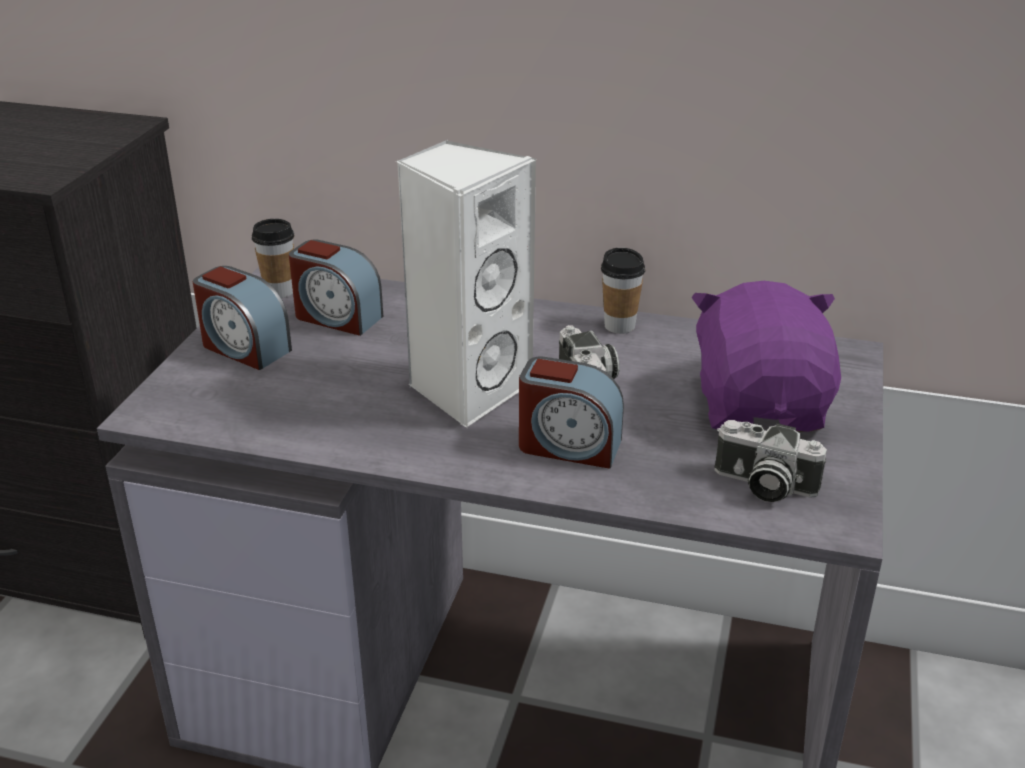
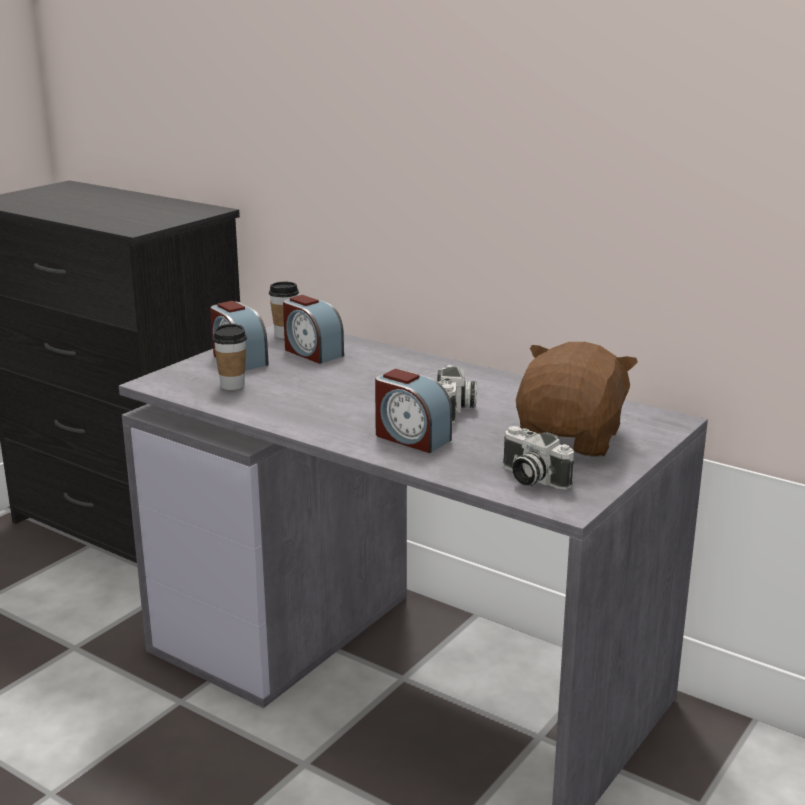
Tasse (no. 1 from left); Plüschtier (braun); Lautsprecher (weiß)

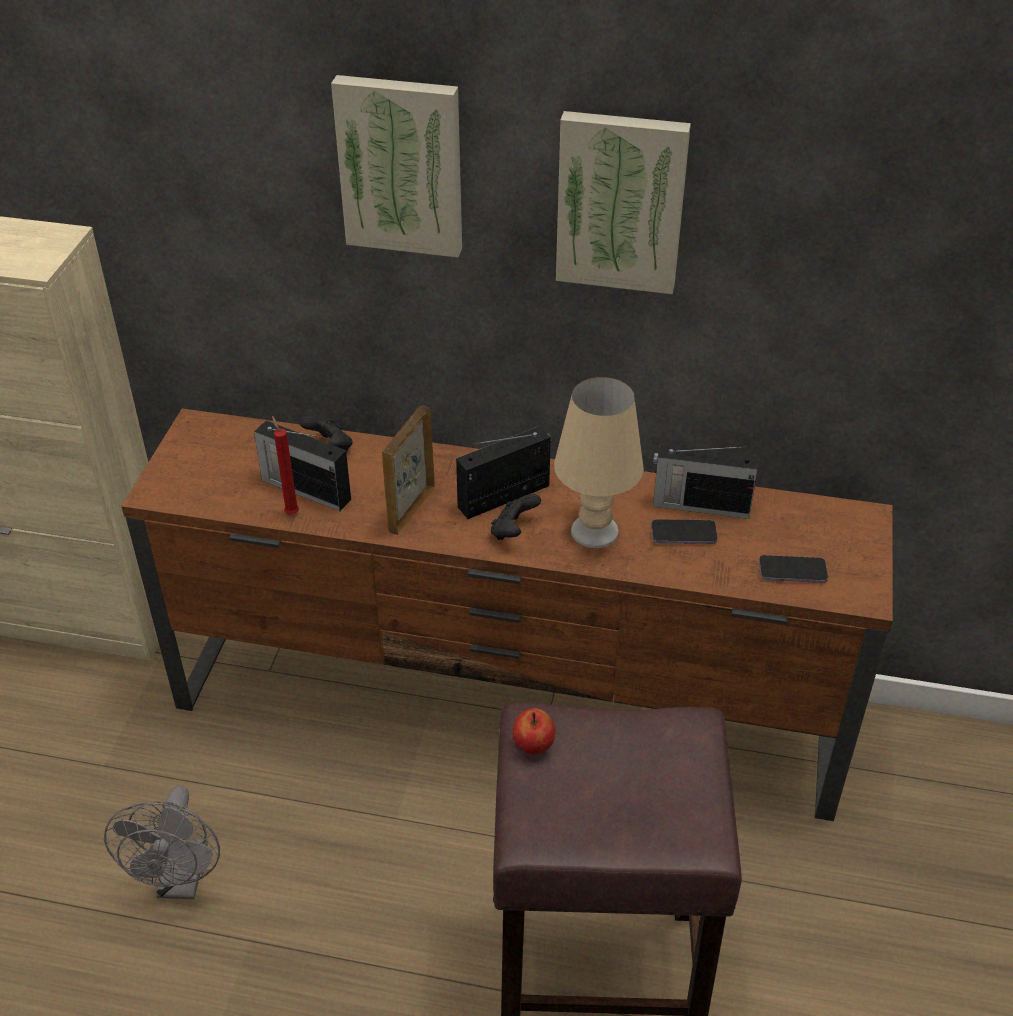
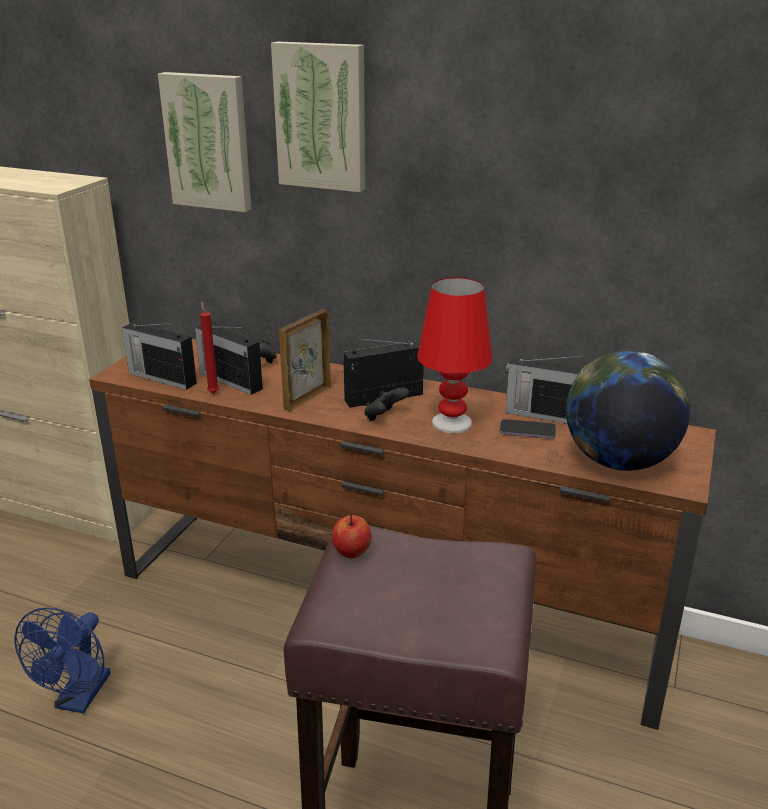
Ventilator (blau); Radio (no. 1 from left); Bild (no. 1 from left); Tischlampe (rot); Globus

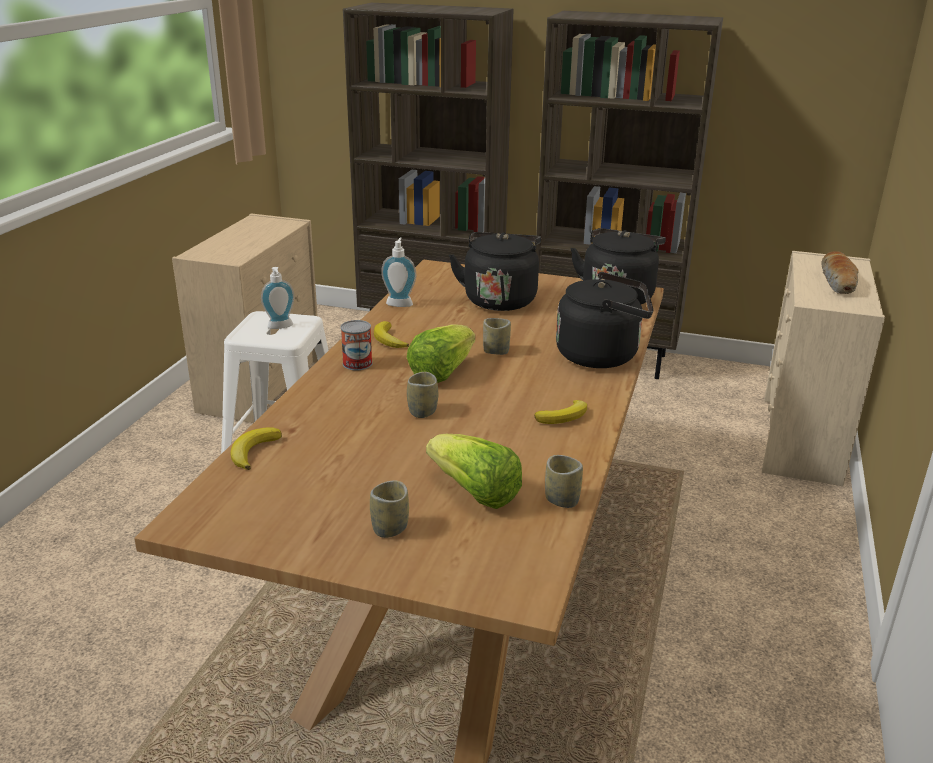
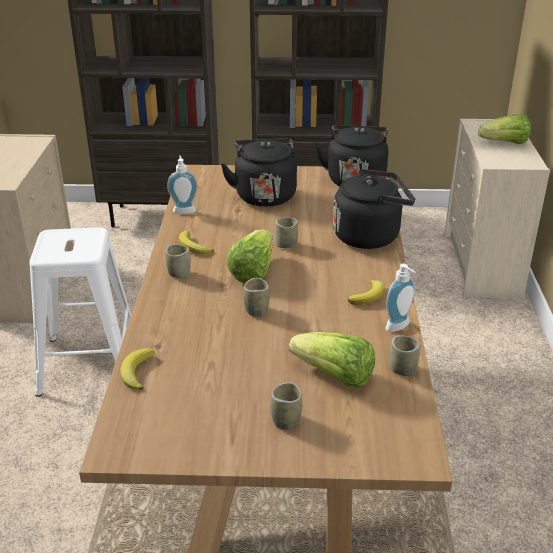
Tasse (no. 1 from left); Seifenspender (no. 2 from left); Salatkopf (no. 3 from left)

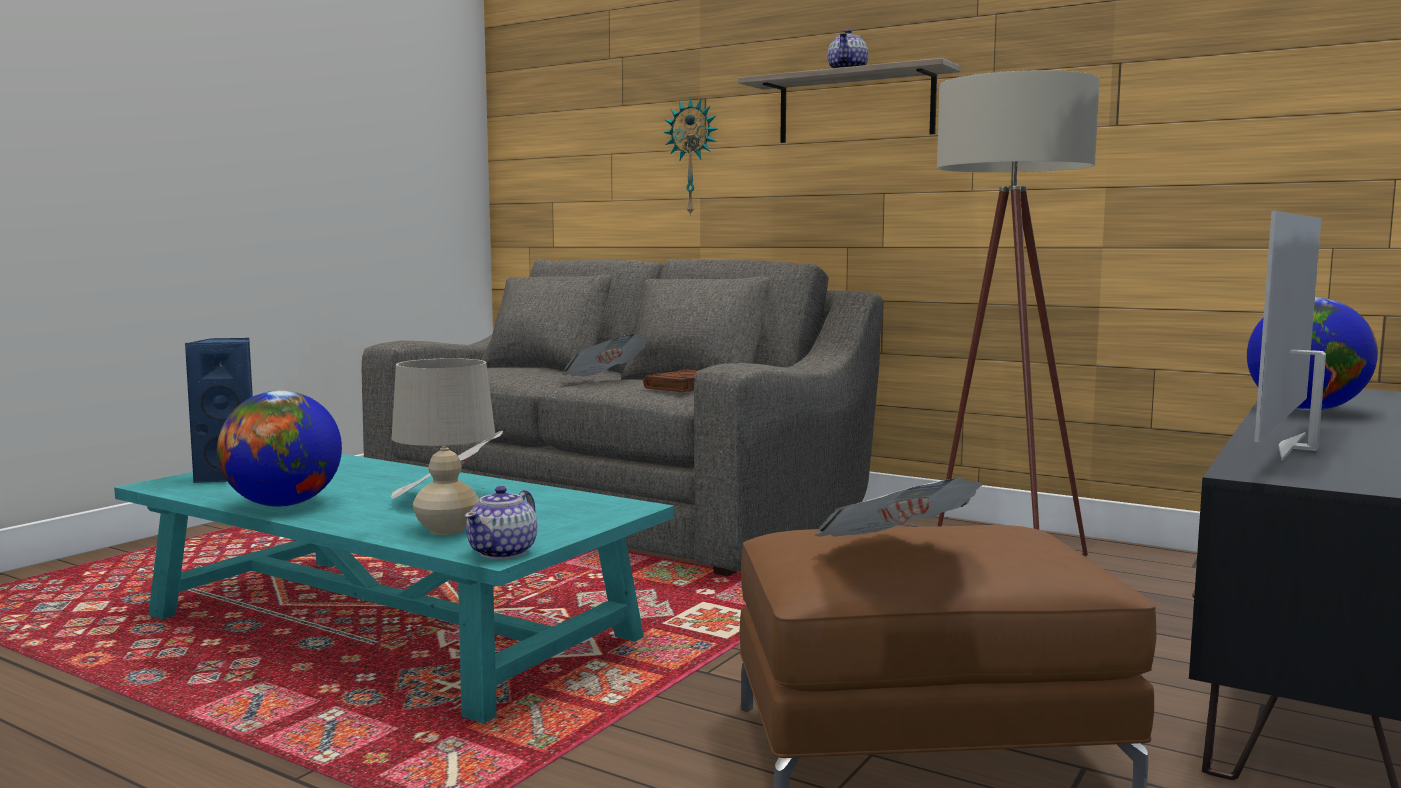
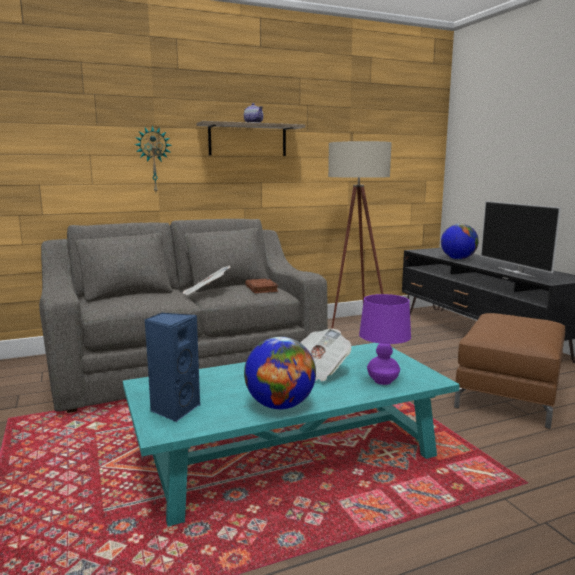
Tischlampe (lila); Teekanne (no. 1 from left in the first image); Zeitung (no. 3 from left in the first image)

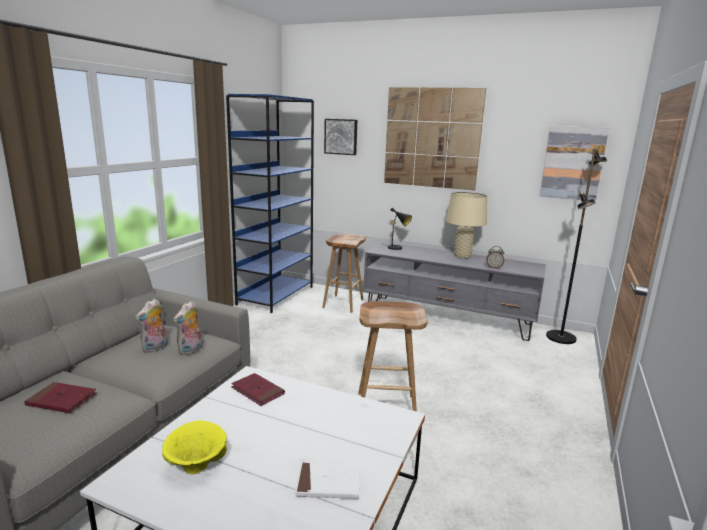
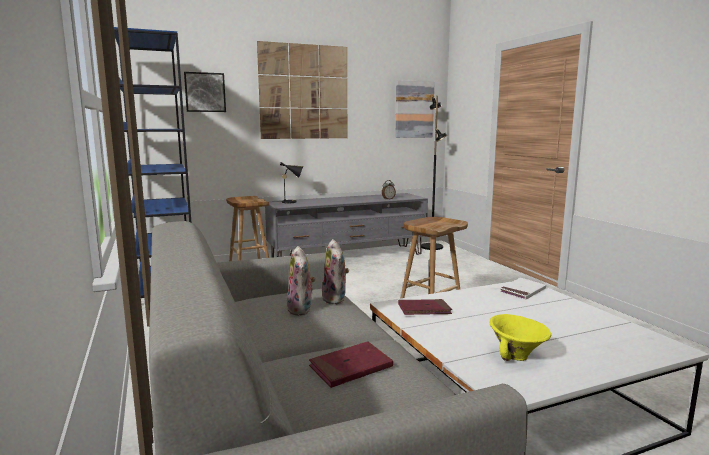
Buch (weiß); Tischlampe (beige)

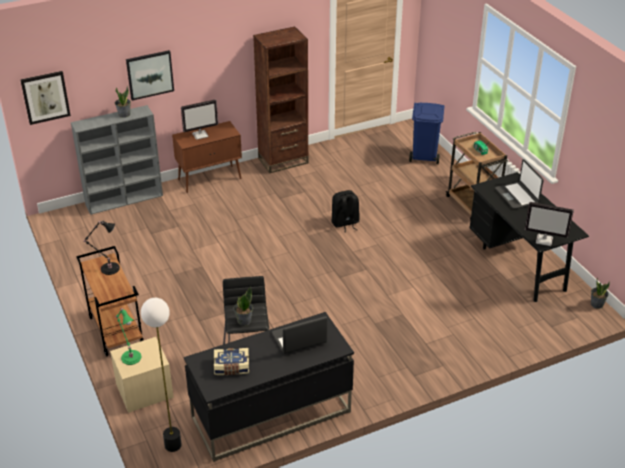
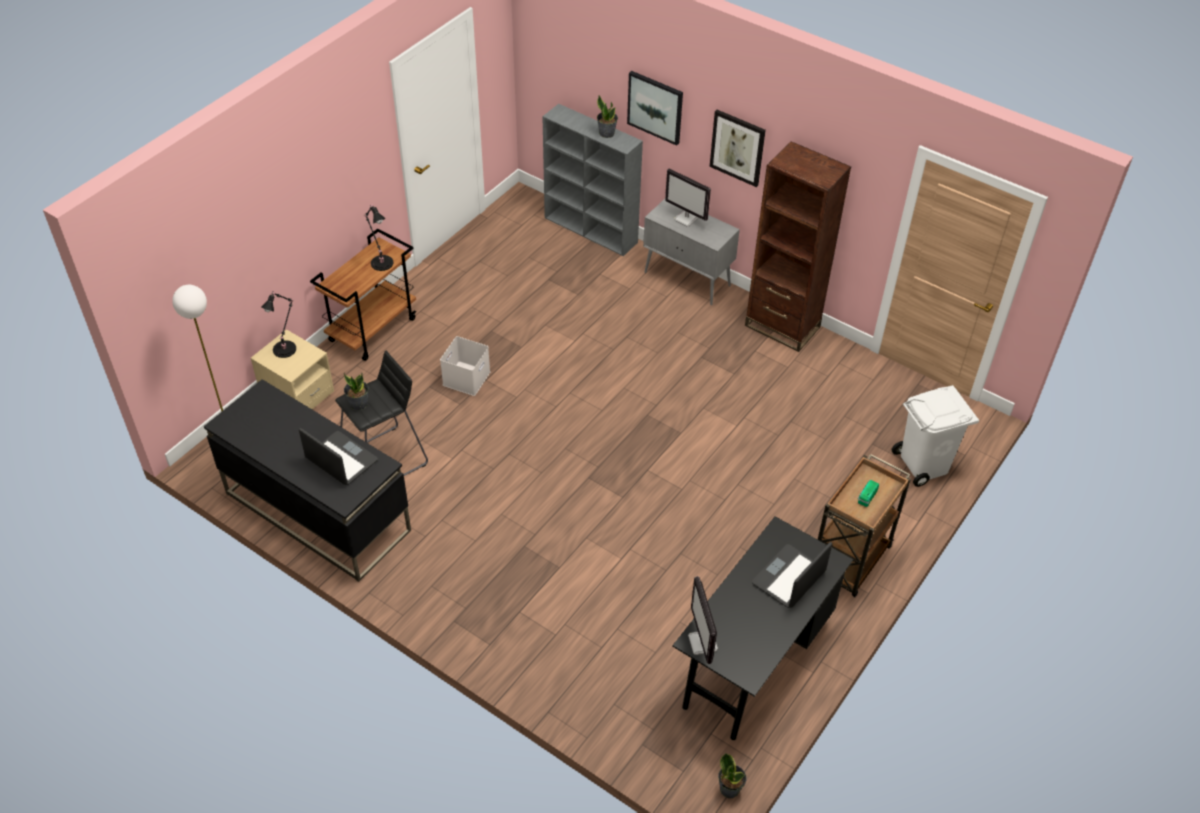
Tischlampe (schwarz) (no. 1 from left); Aufbewahrungsbox (weiß); Schrank (grau); Bild (no. 2 from left); Mülleimer (weiß); Buch; Rucksack (schwarz)

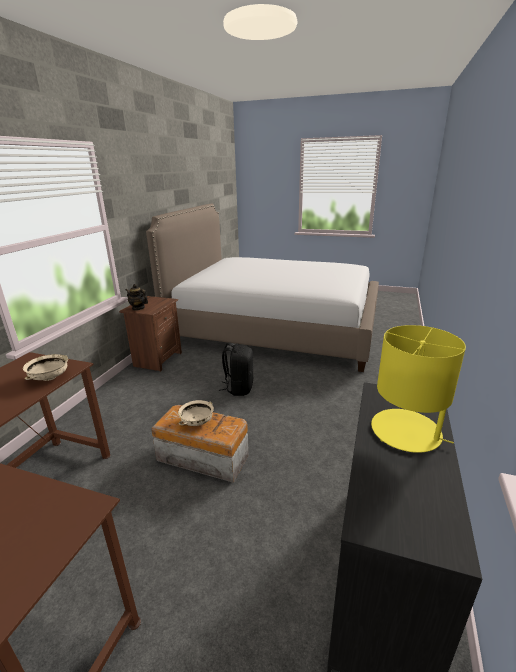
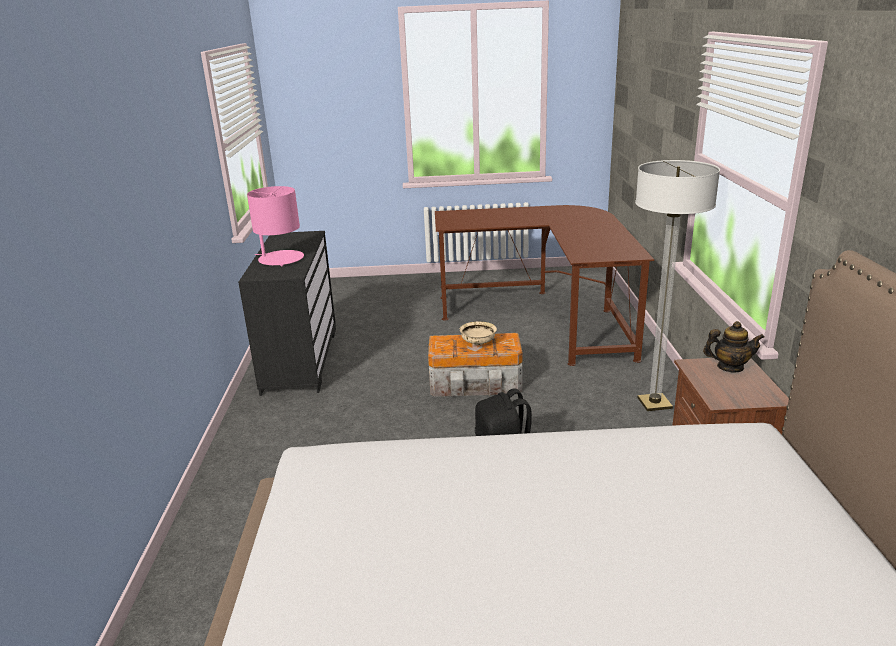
Tischlampe (rosa); Stehlampe; Schüssel (beige) (no. 1 from left in the first image)

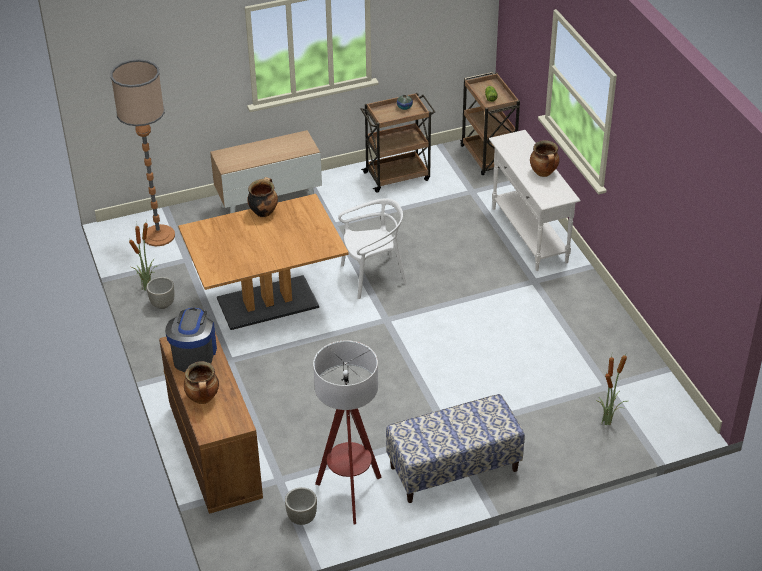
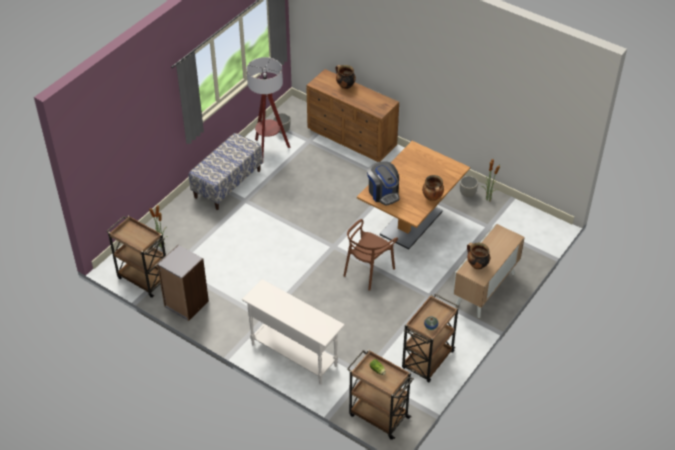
Rollwagen (braun) (no. 1 from left); Bücherregal (grau); Stuhl (braun); Kaffeemaschine; Kochtopf (no. 3 from left); Stehlampe (no. 1 from left in the first image)

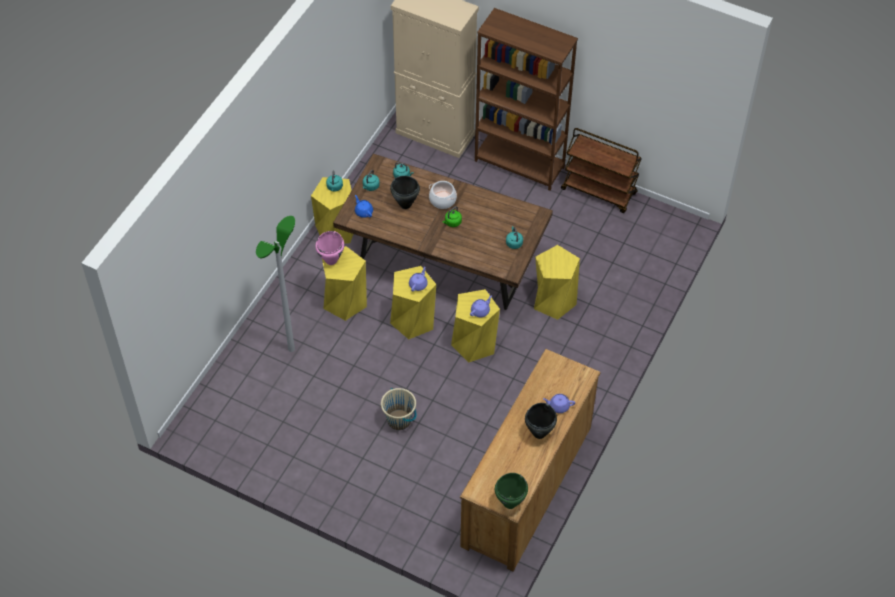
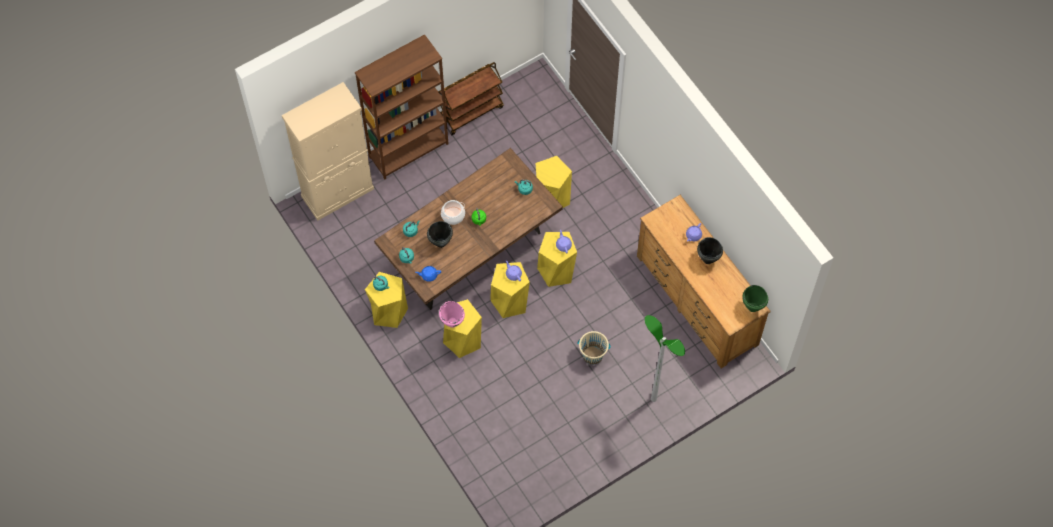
Stehlampe

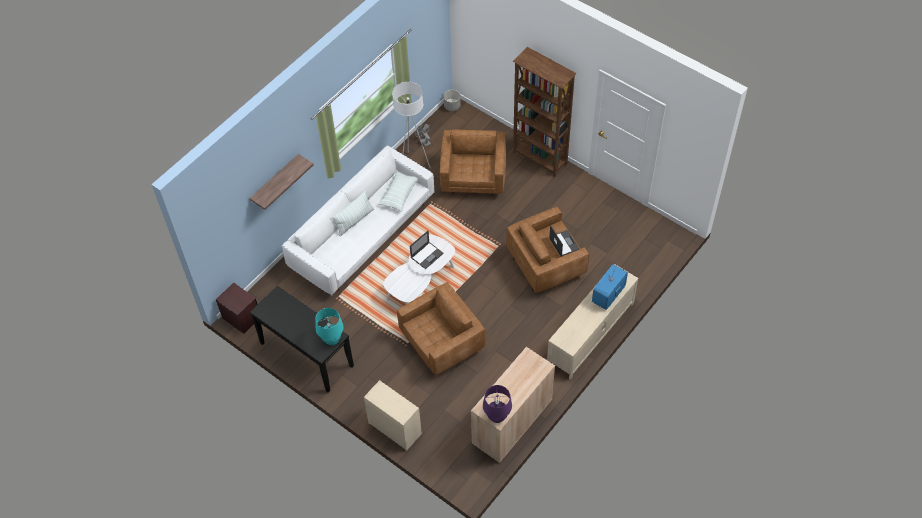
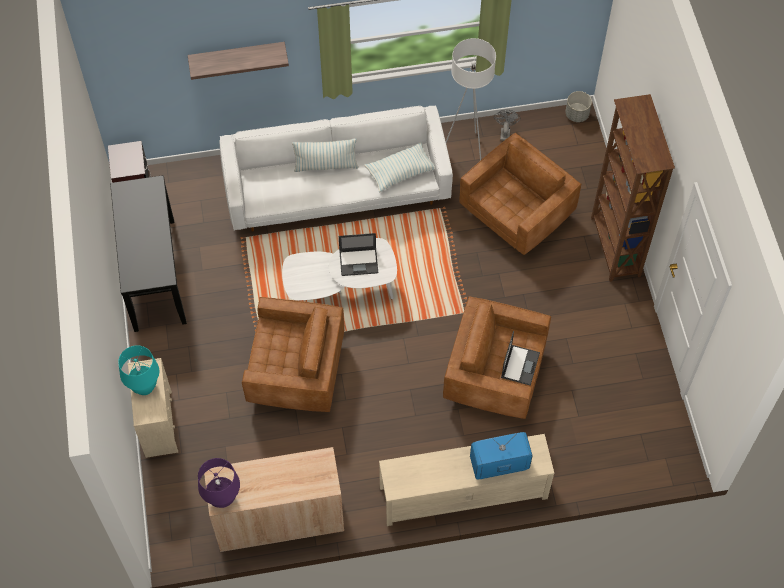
Tischlampe (türkis)

